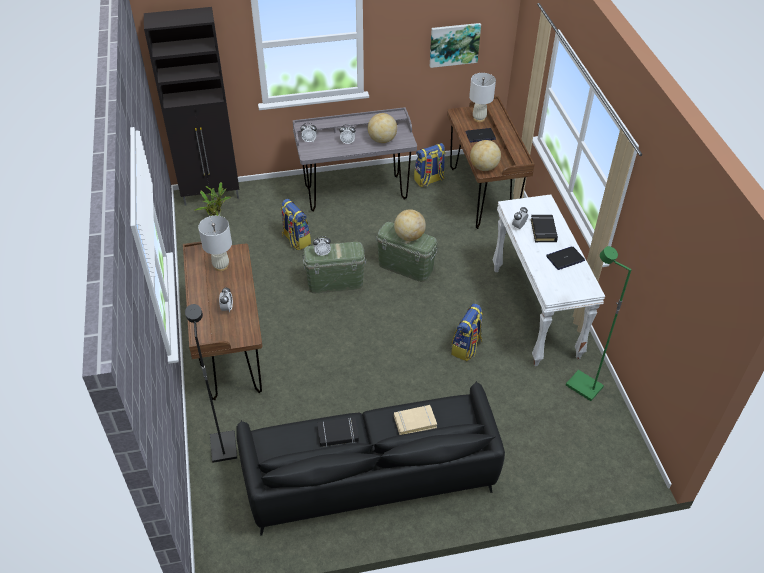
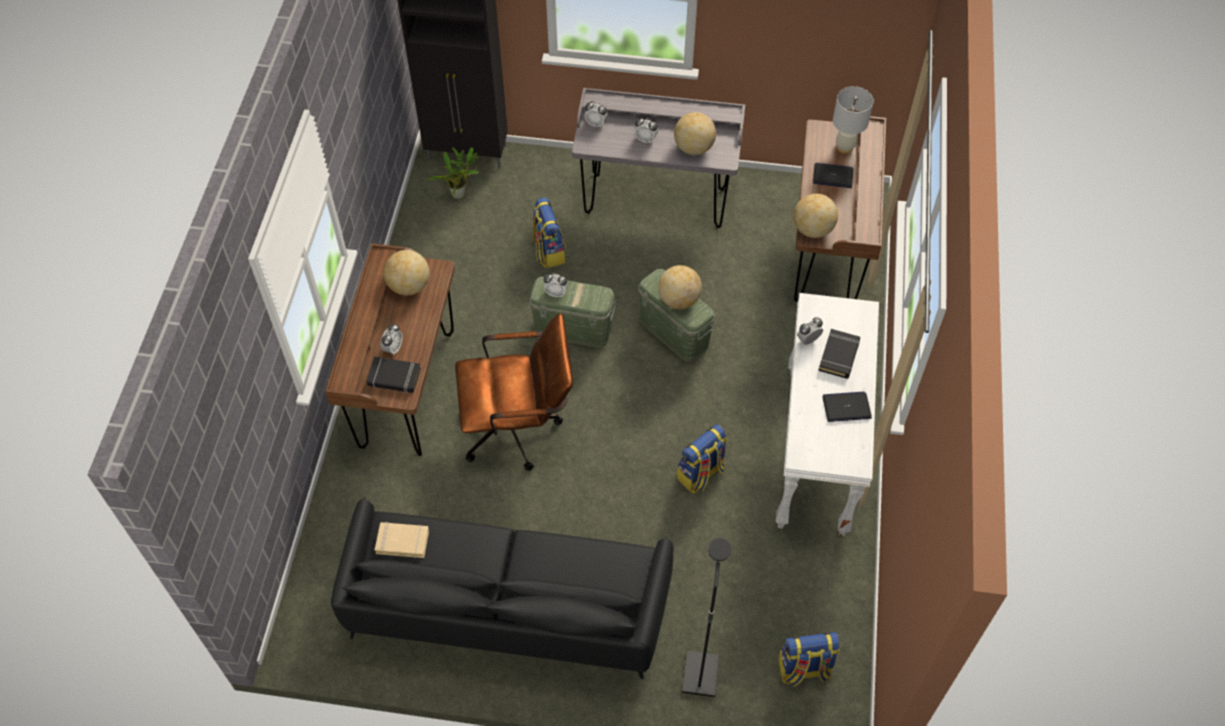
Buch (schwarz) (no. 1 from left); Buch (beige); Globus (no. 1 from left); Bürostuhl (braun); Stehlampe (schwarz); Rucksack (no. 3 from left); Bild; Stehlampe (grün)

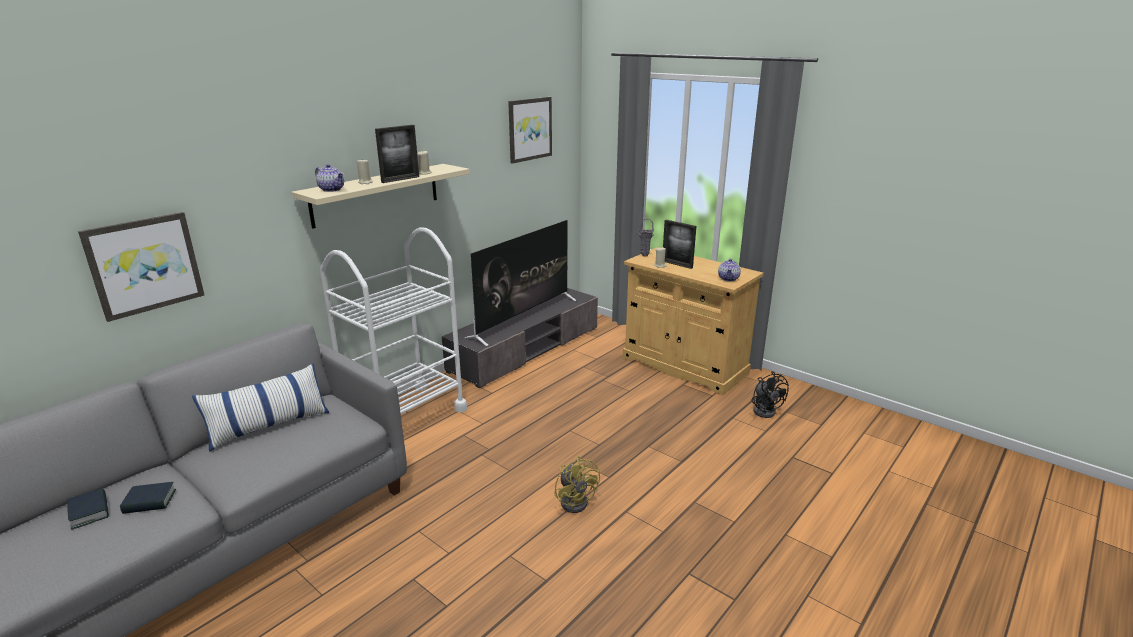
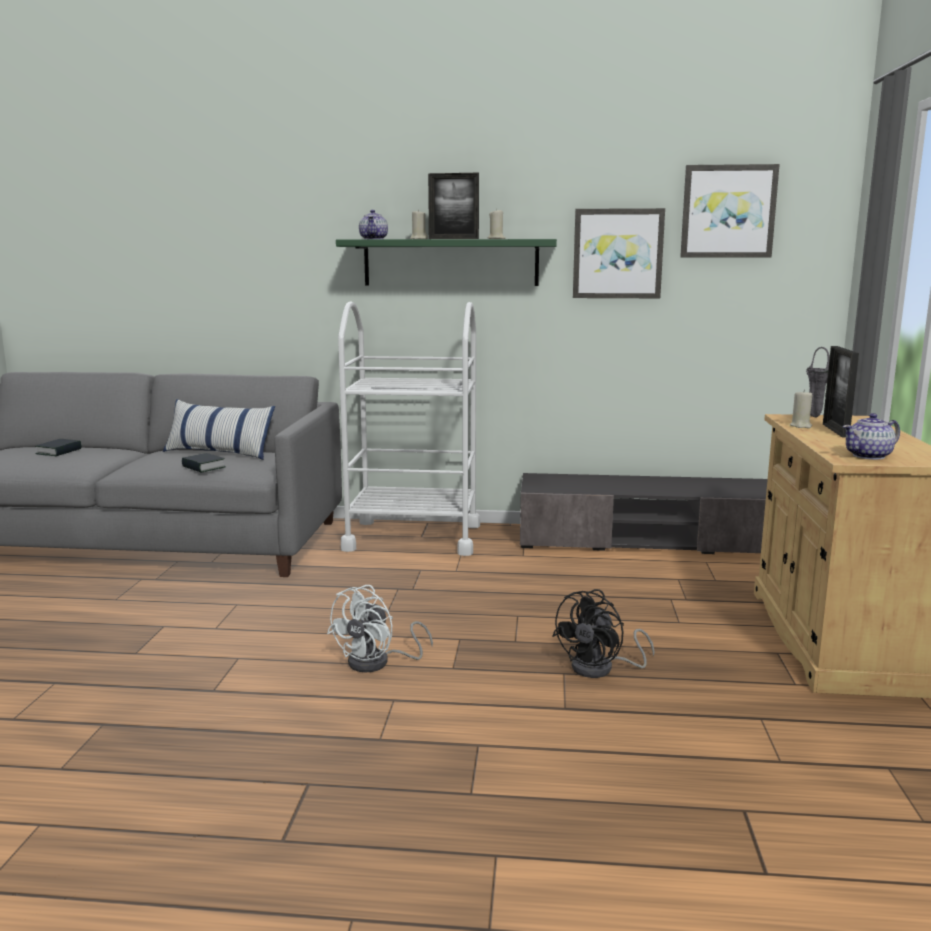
Buch (no. 2 from left); Ventilator (weiß); Wandregal (grün); Ventilator (schwarz); Bild (no. 1 from left); Fernseher

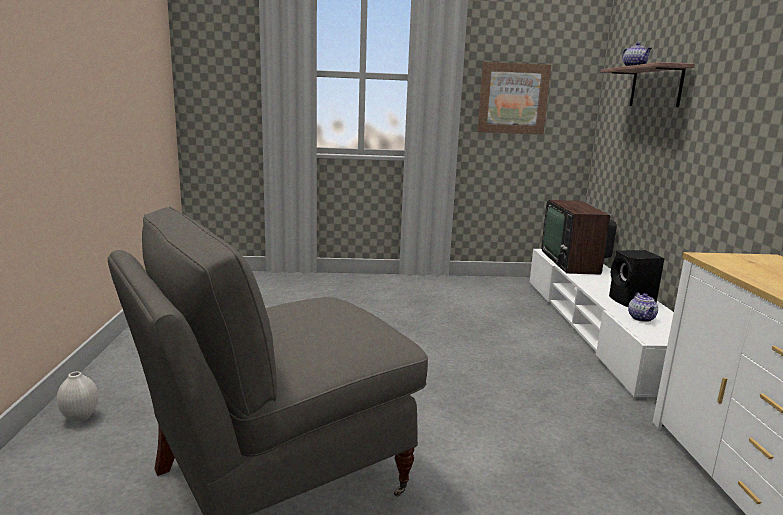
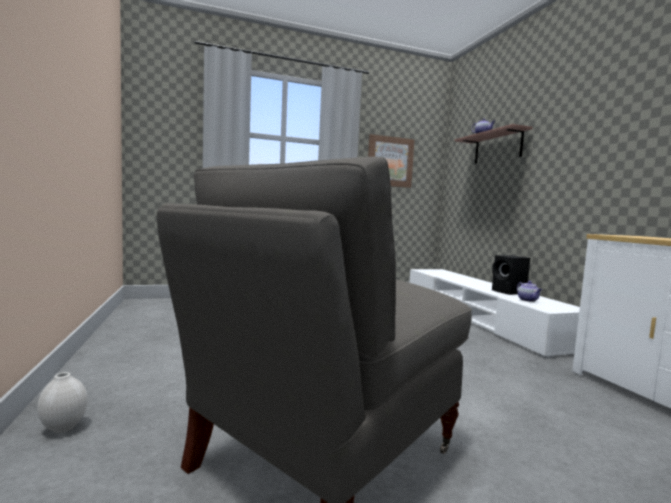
Fernseher

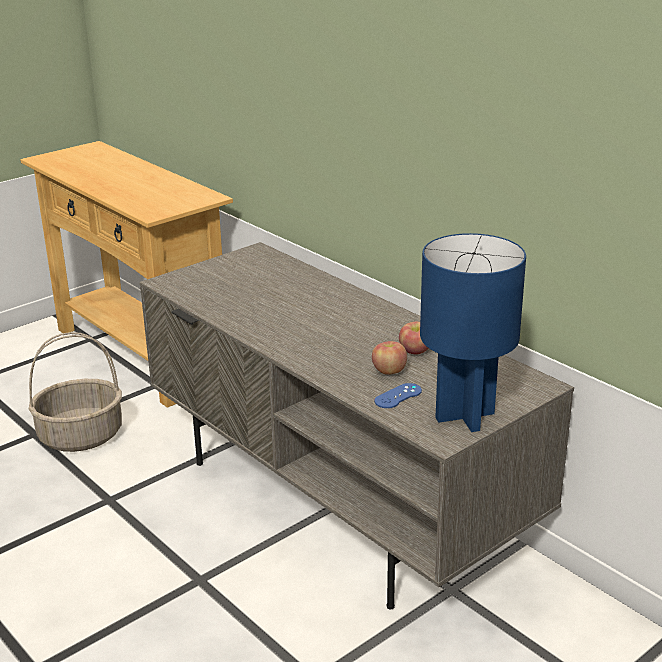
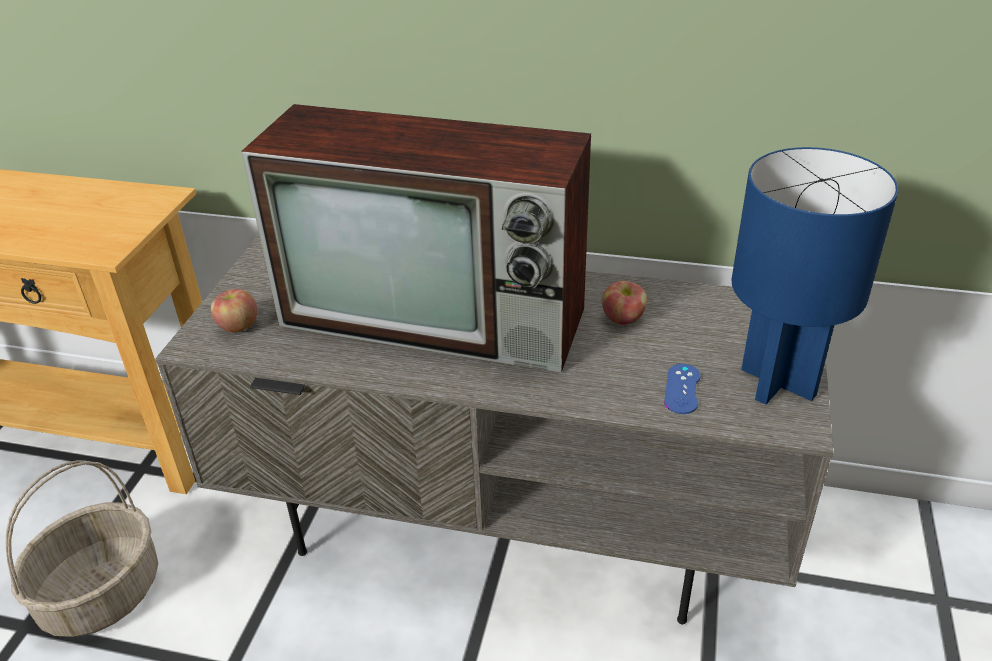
Apfel (no. 1 from left); Fernseher

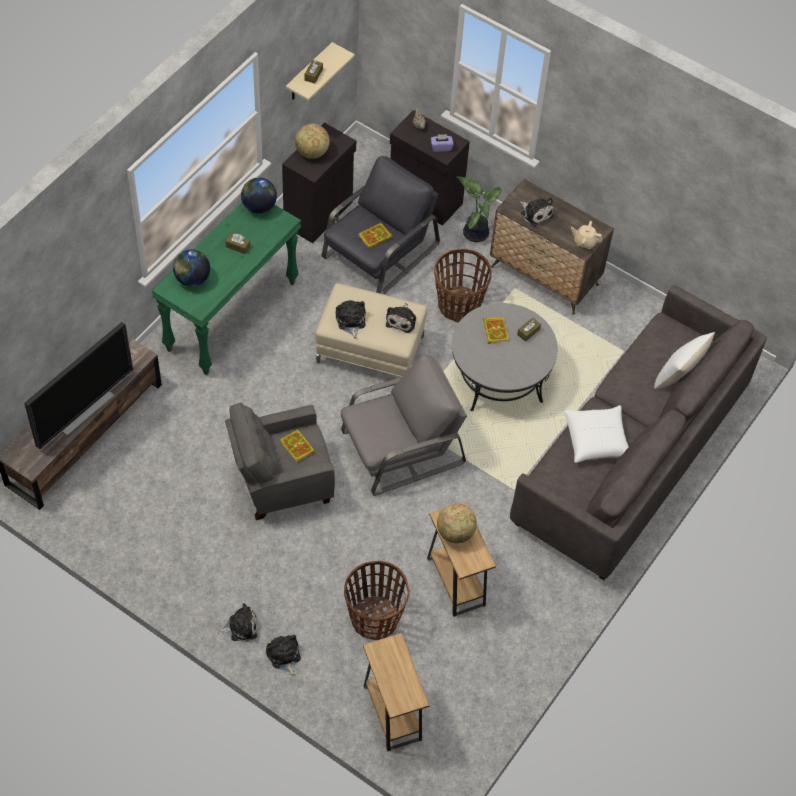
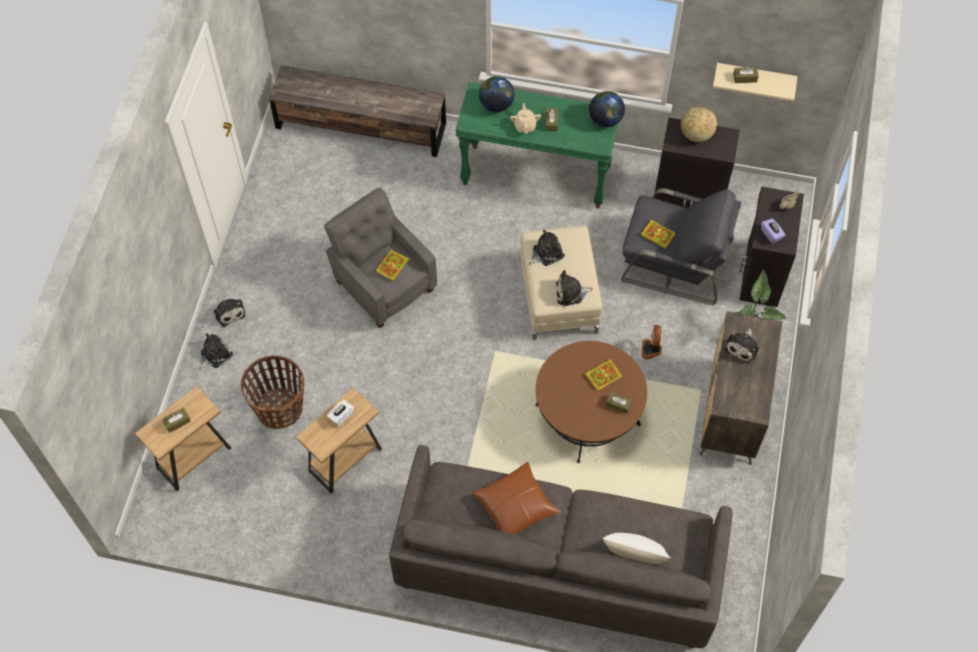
Taschentuchbox (braun) (no. 1 from left); Taschentuchbox (weiß); Kissen (braun); Teekanne (beige) (no. 1 from left); Couchtisch (braun); Ventilator; Fernseher; Sessel (grau) (no. 3 from left in the first image)

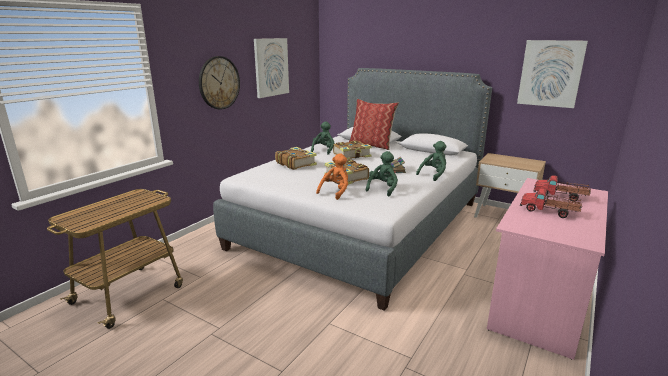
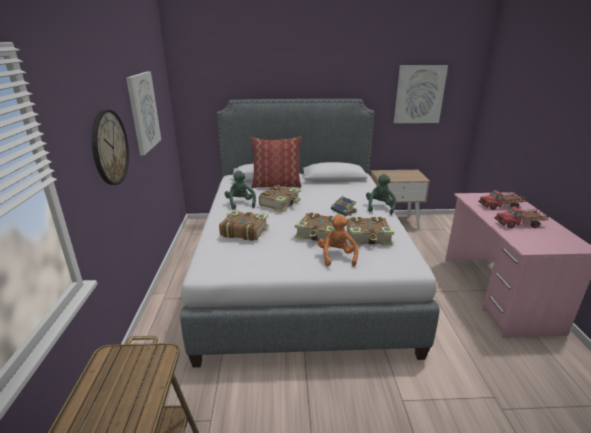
Buch (no. 5 from left)

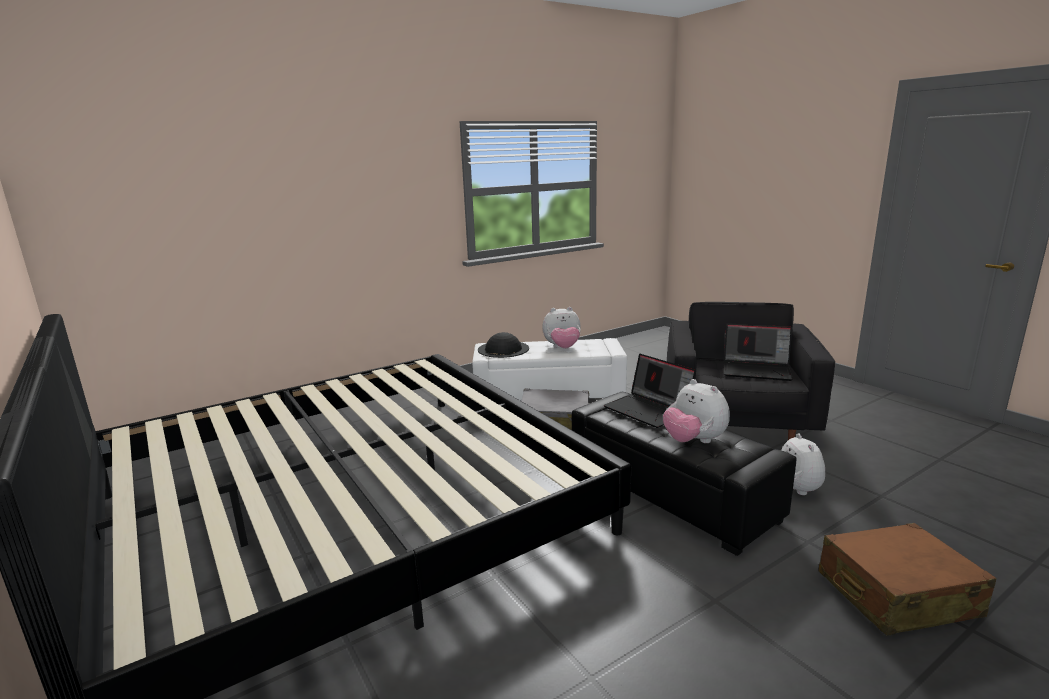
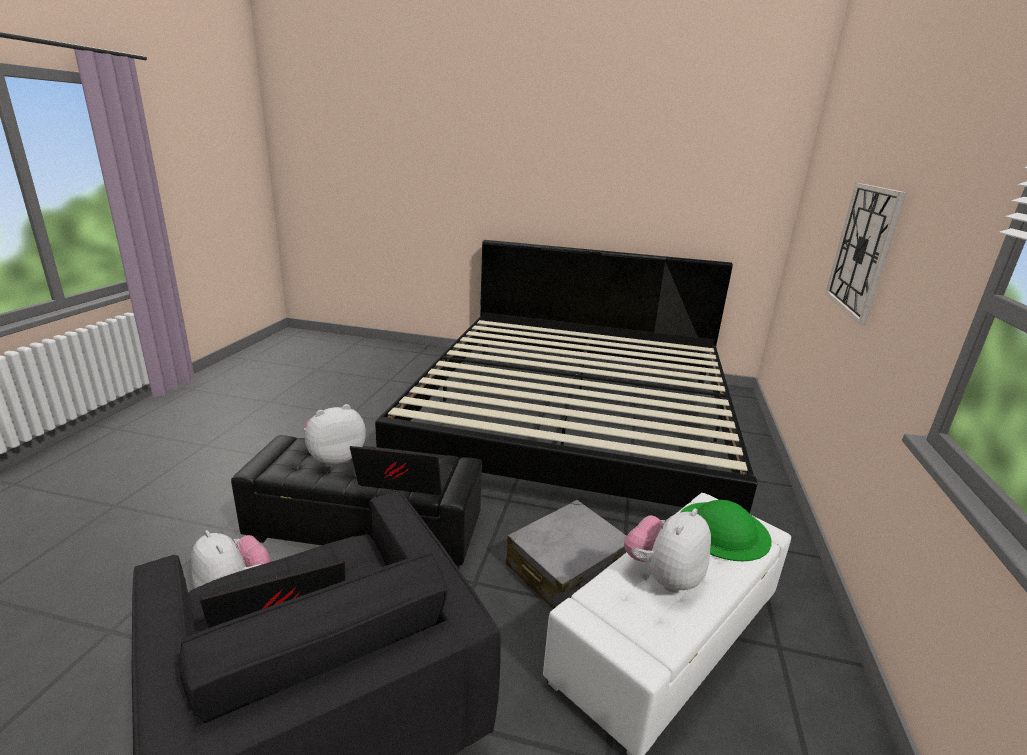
Plüschtier (no. 2 from left); Hut (grün); Wanduhr; Koffer (braun)

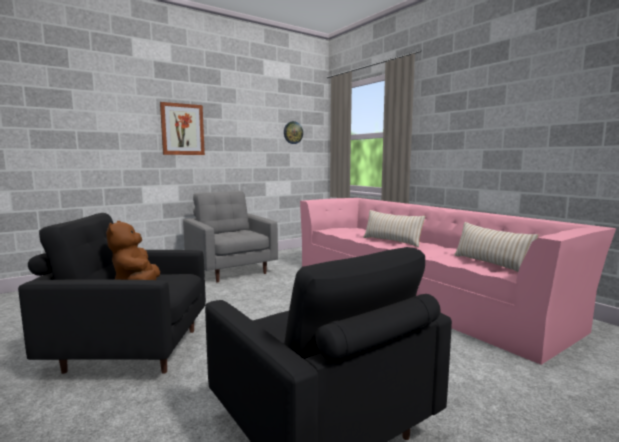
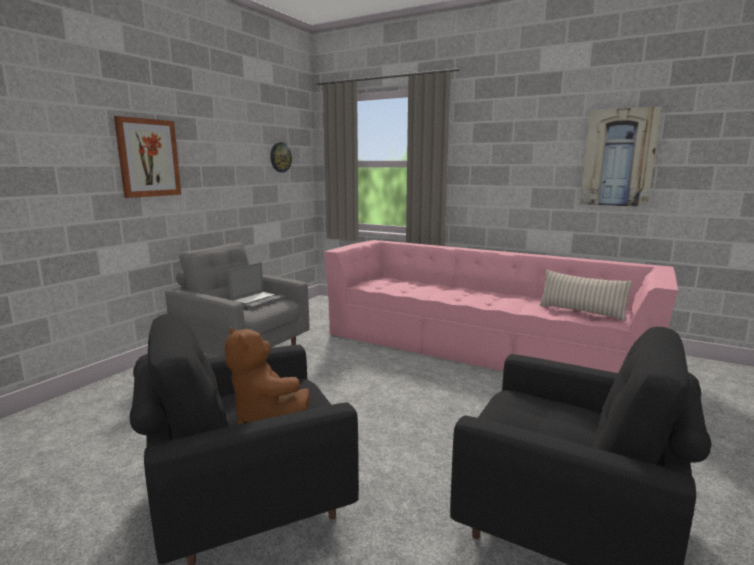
Laptop; Bild (no. 2 from left); Kissen (beige) (no. 1 from left in the first image)

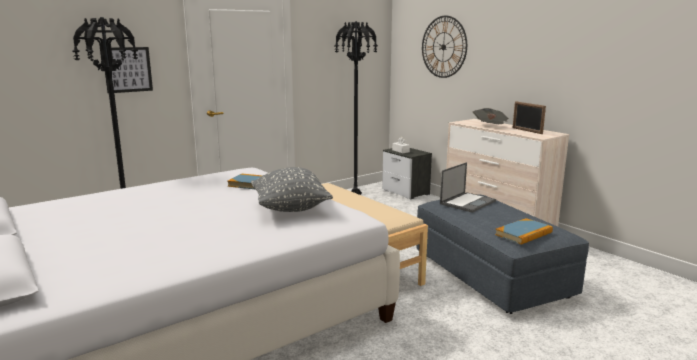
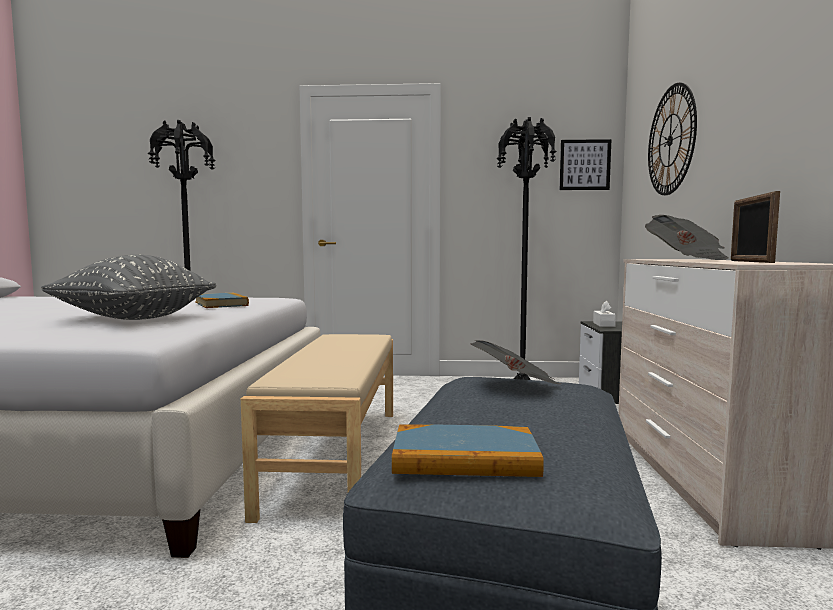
Zeitung (no. 1 from left); Bild

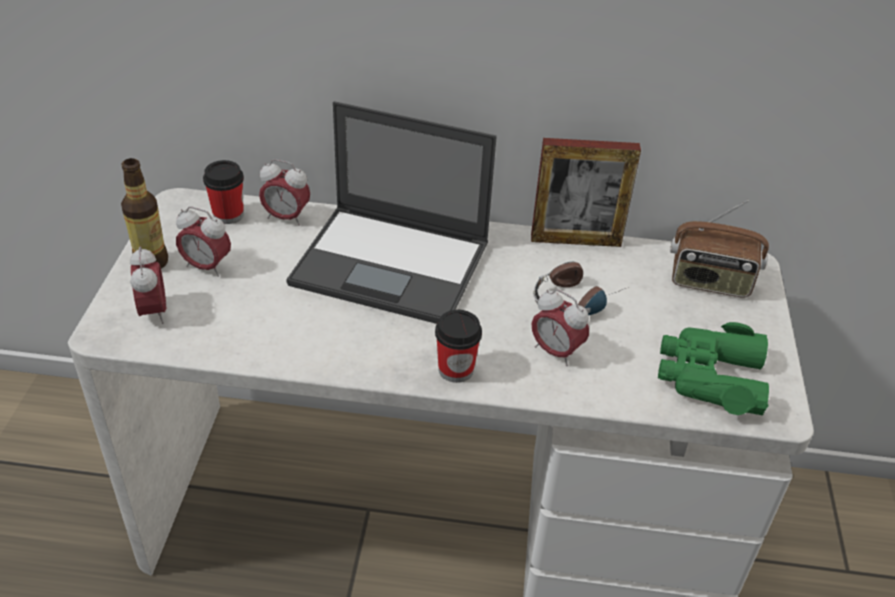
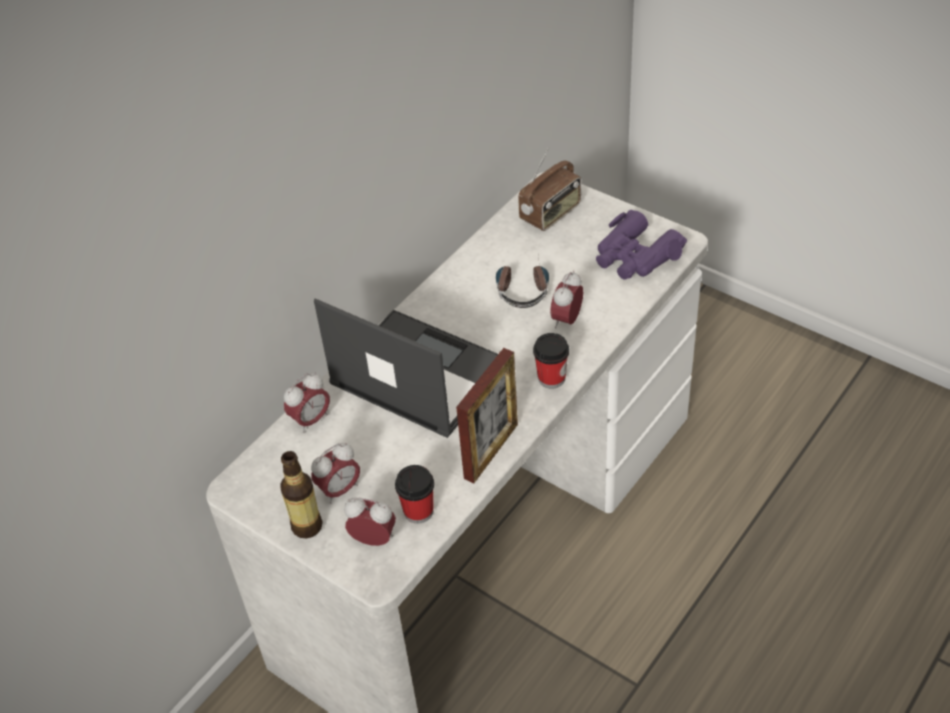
Laptop; Tasse (no. 1 from left); Bilderrahmen; Wecker (no. 4 from left); Fernglas (lila)

